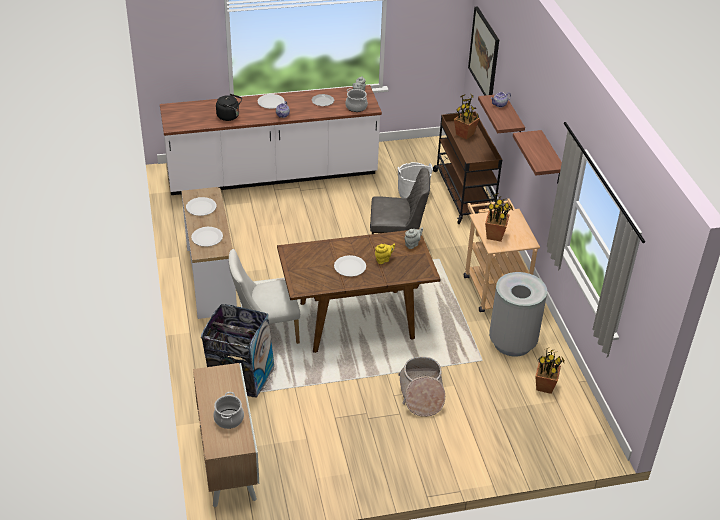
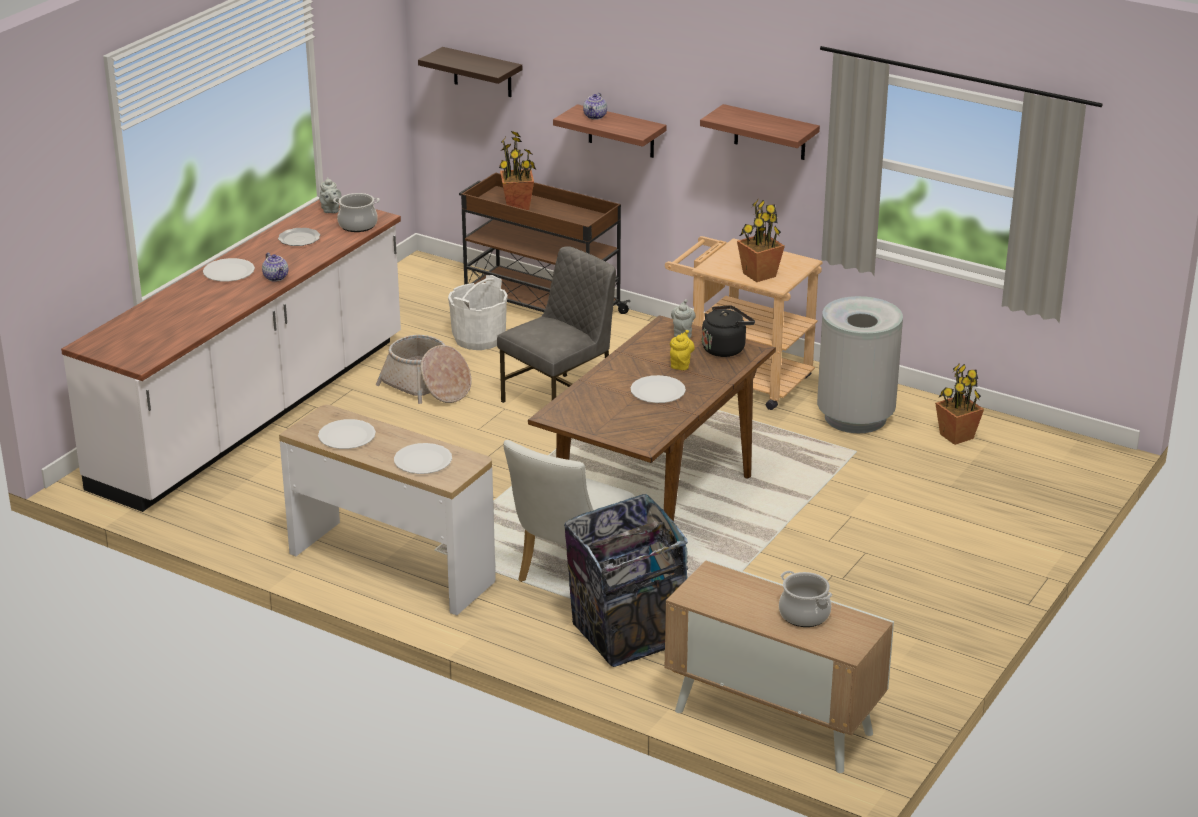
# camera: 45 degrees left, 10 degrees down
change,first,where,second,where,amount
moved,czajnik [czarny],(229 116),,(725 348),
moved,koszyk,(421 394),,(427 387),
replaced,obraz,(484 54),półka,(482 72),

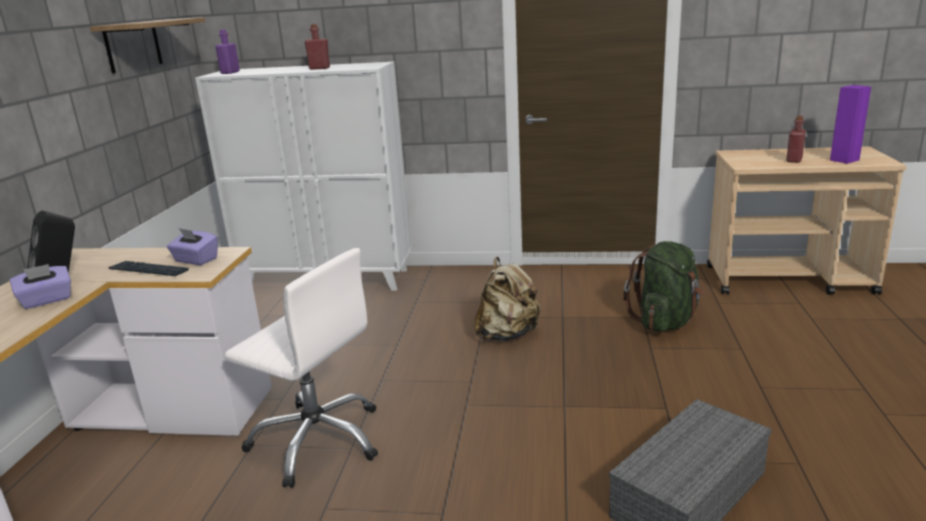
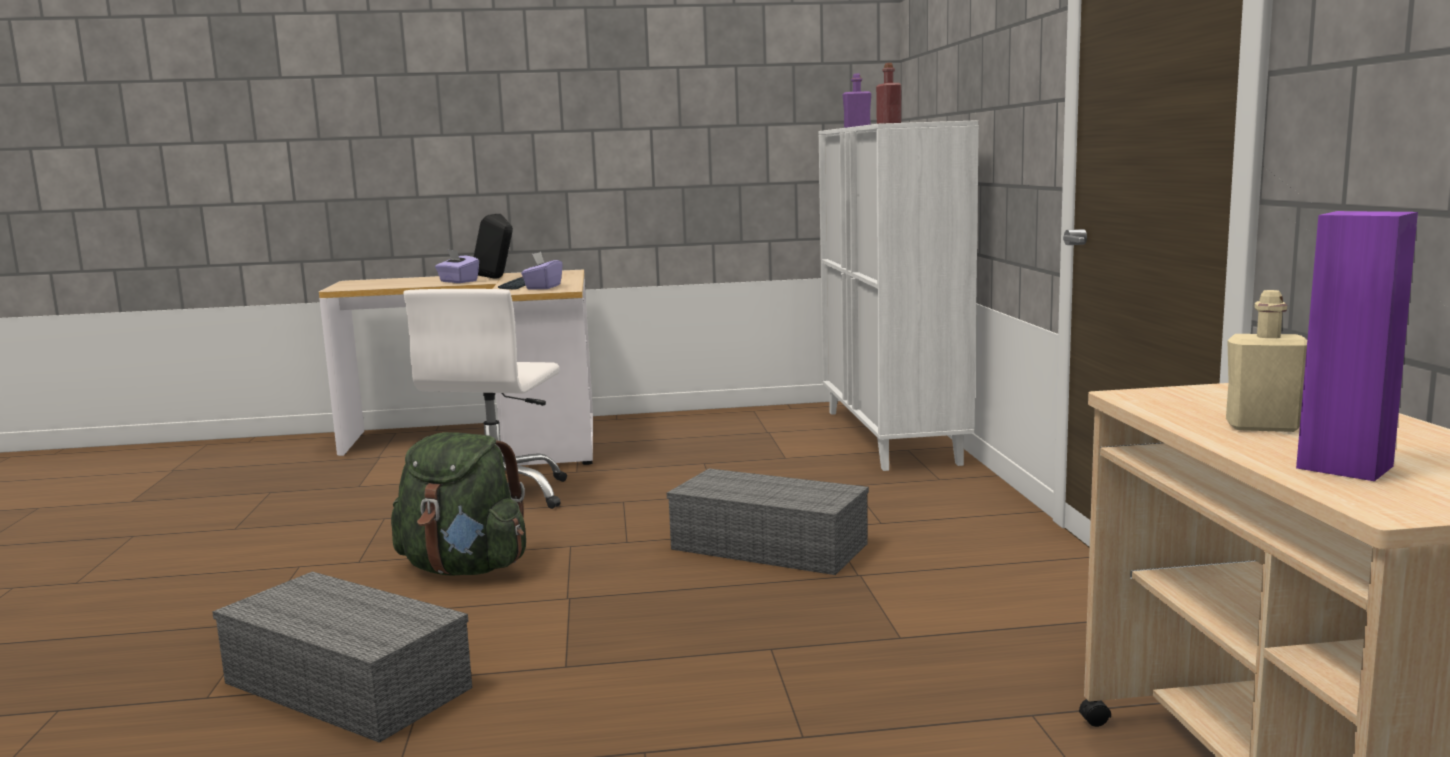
# camera: 75 degrees right, 10 degrees down
change,first,where,second,where,amount
removed,półka,(133 45),,,
replaced,plecak [beżowy],(507 335),pojemnik do przechowywania [szary],(772 546),
moved,plecak [zielony],(665 321),,(465 568),
recoloured,butelka [czerwony],(794 160),butelka [beżowy],(1262 427),

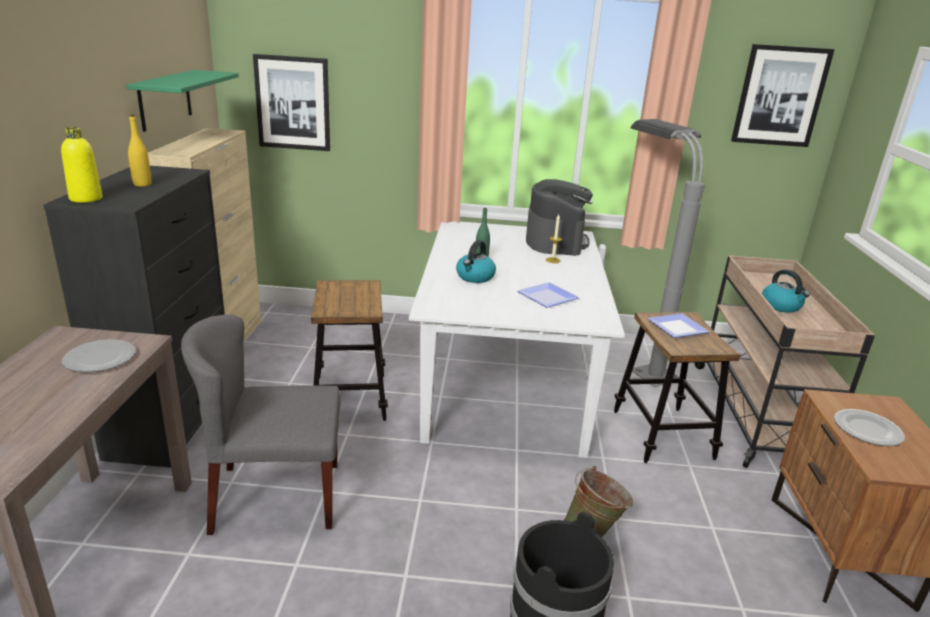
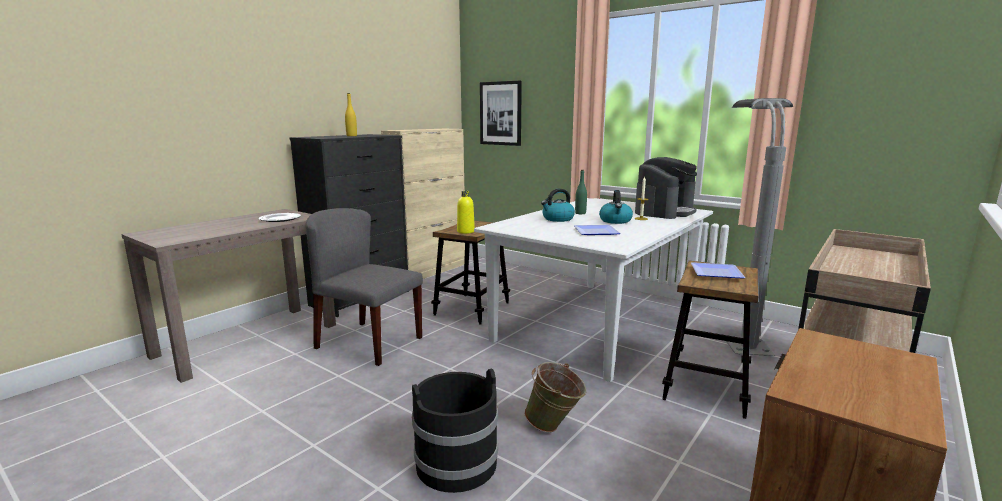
# camera: 35 degrees right, 10 degrees down
change,first,where,second,where,amount
moved,butelka [żółty],(86 199),,(465 231),
removed,półka [zielony],(165 99),,,
removed,obraz,(780 96),,,
moved,czajnik,(781 306),,(615 221),
removed,talerz,(867 429),,,

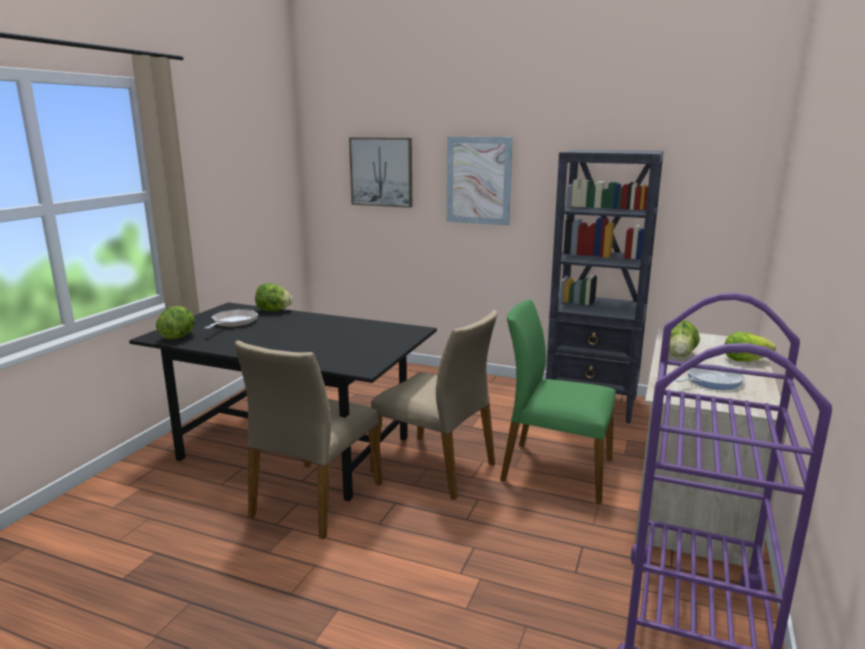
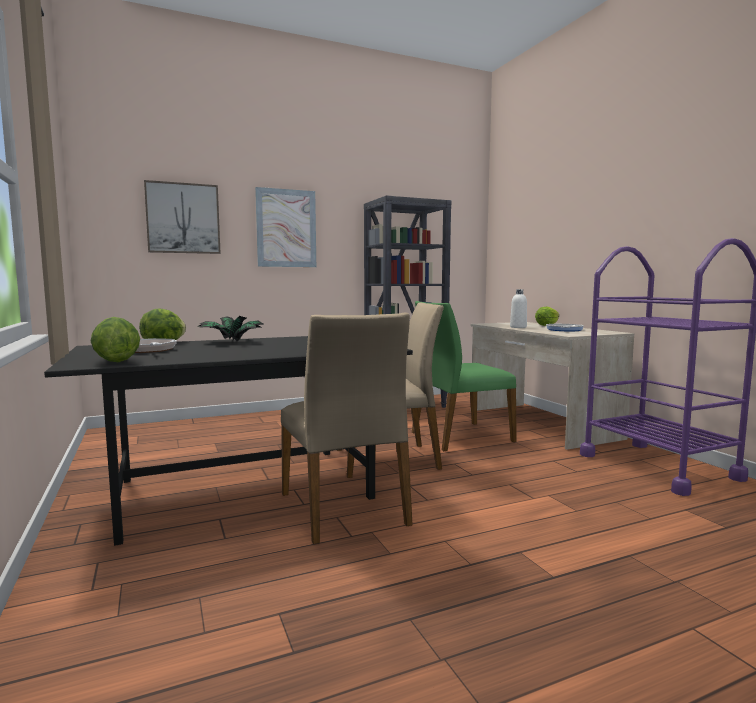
# camera: 45 degrees left, 10 degrees down
change,first,where,second,where,amount
replaced,sałata,(679 355),butelka [biały],(518 327),
added,,,roślina doniczkowa,(231 342),

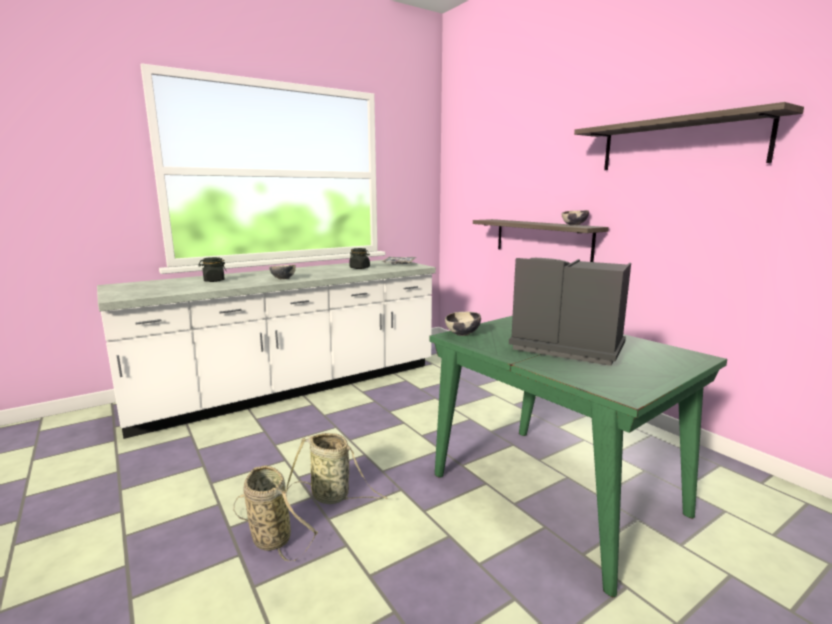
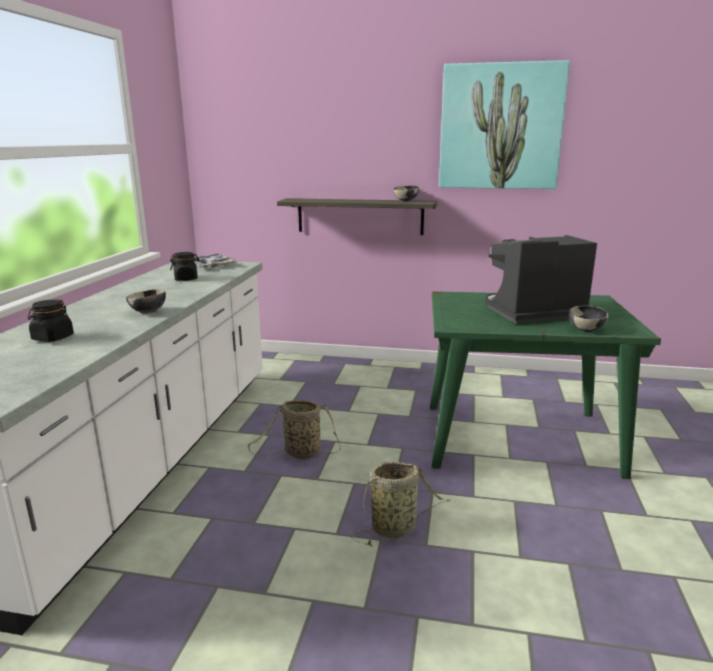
# camera: 45 degrees left, 5 degrees up
change,first,where,second,where,amount
moved,koszyk,(269 537),,(300 453),
moved,miska,(462 334),,(586 330),
replaced,półka,(679 144),obraz,(500 127),

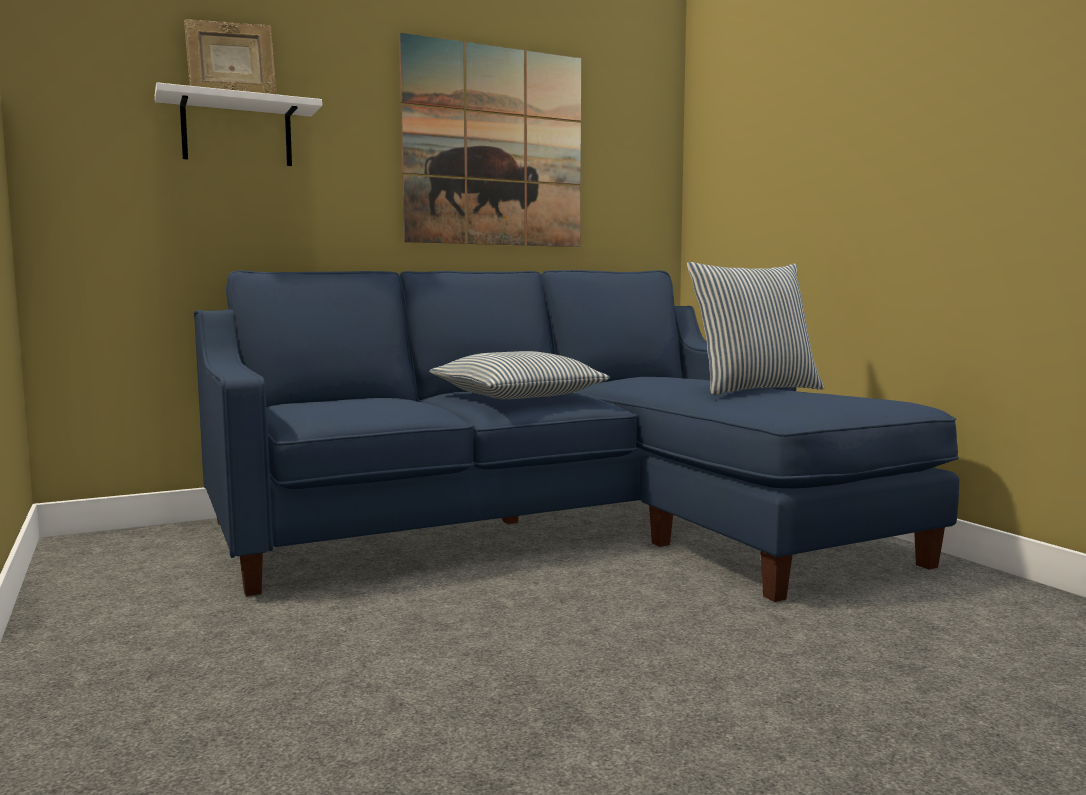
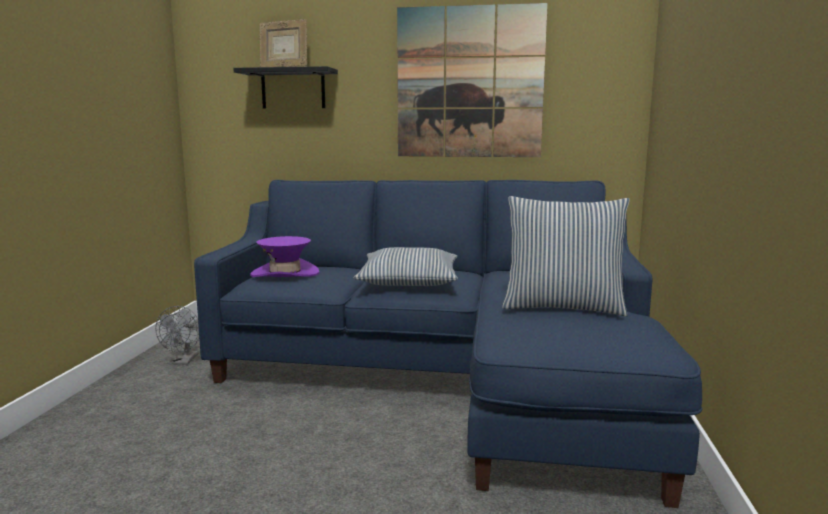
# camera: 35 degrees right, 5 degrees up
change,first,where,second,where,amount
recoloured,półka [biały],(237 132),półka [czarny],(293 89),
added,,,wentylator [szary],(184 361),
added,,,kapelusz [fioletowy],(285 273),

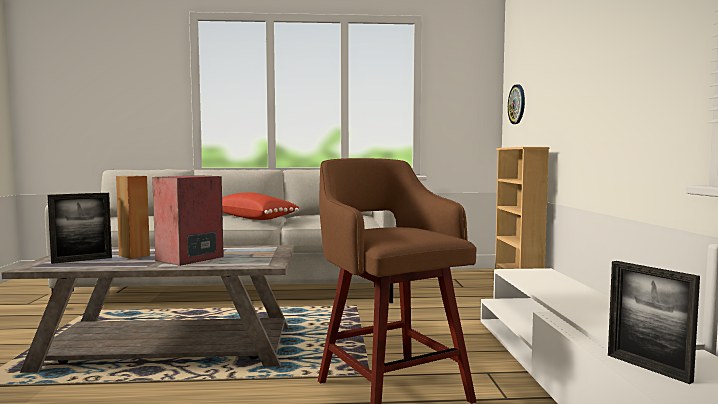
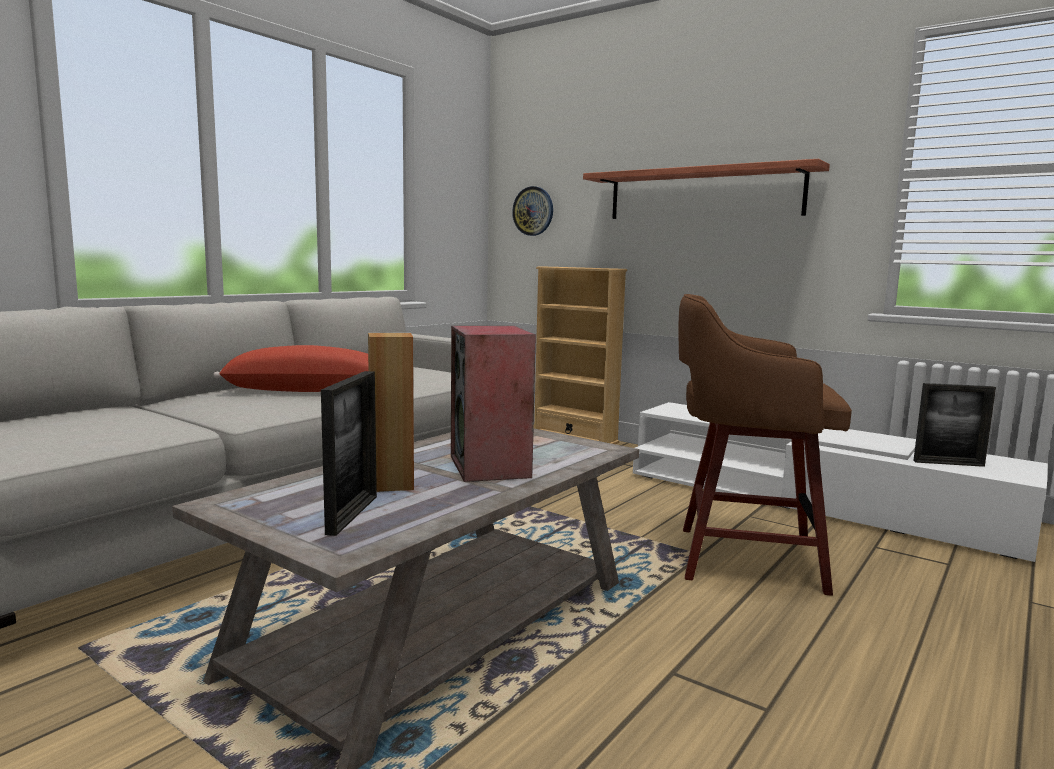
# camera: 50 degrees left, 5 degrees up
change,first,where,second,where,amount
added,,,półka,(702 194),

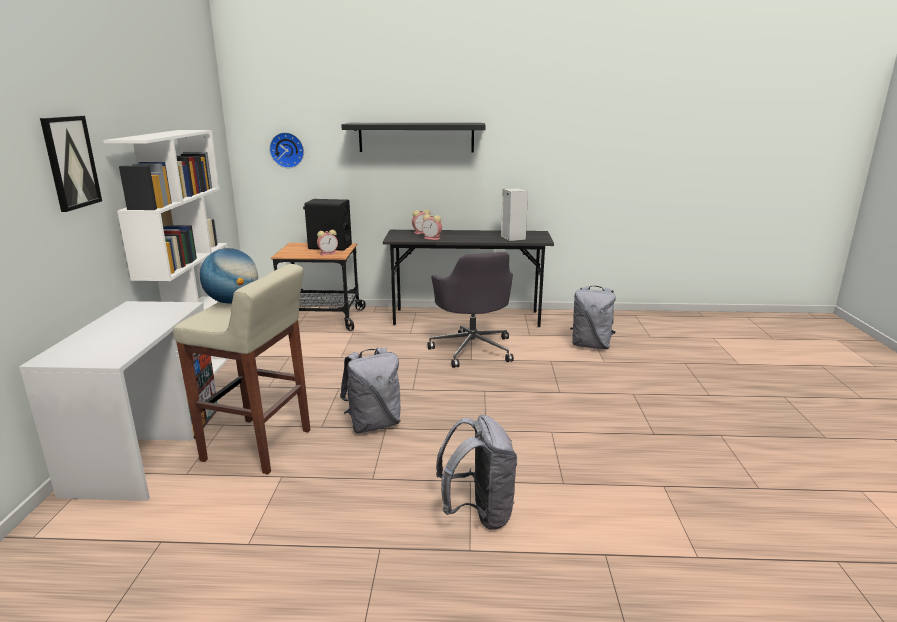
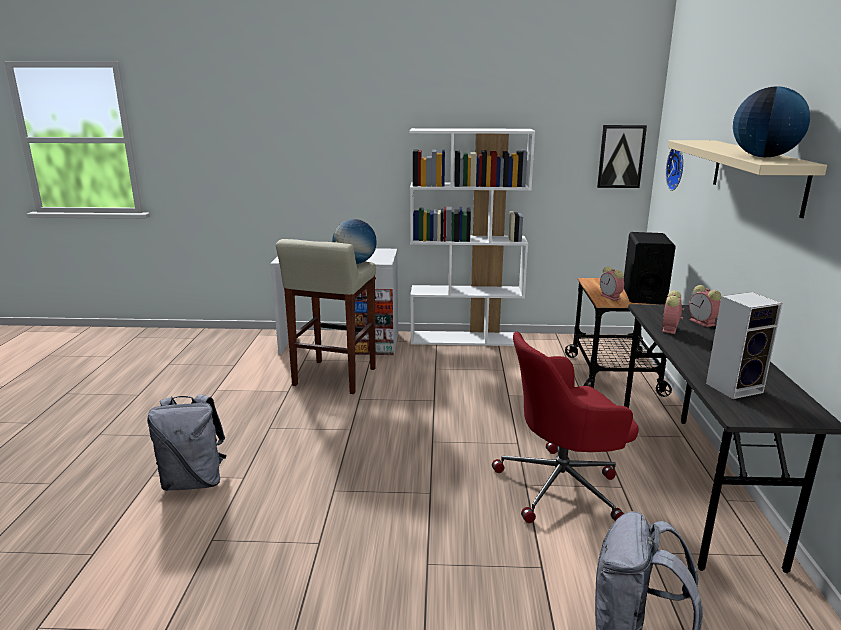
# camera: 90 degrees right, 0 degrees up
change,first,where,second,where,amount
moved,obraz,(70 162),,(621 156),
removed,plecak [szary],(373 424),,,
recoloured,półka [czarny],(416 137),półka [beżowy],(757 174),
recoloured,krzesło biurowe [szary],(472 349),krzesło biurowe [czerwony],(562 486),
added,,,globus,(763 157),

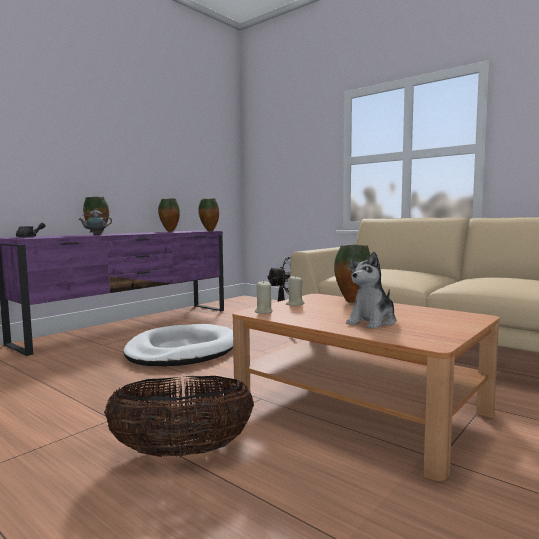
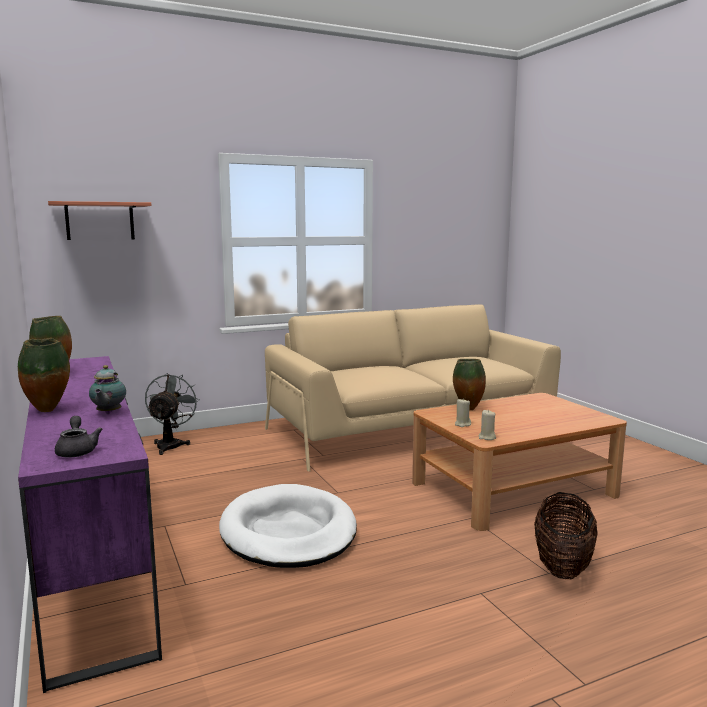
# camera: 65 degrees left, 5 degrees up
change,first,where,second,where,amount
removed,wazon,(209 231),,,
removed,pluszak,(372 322),,,
added,,,półka,(100 221),

